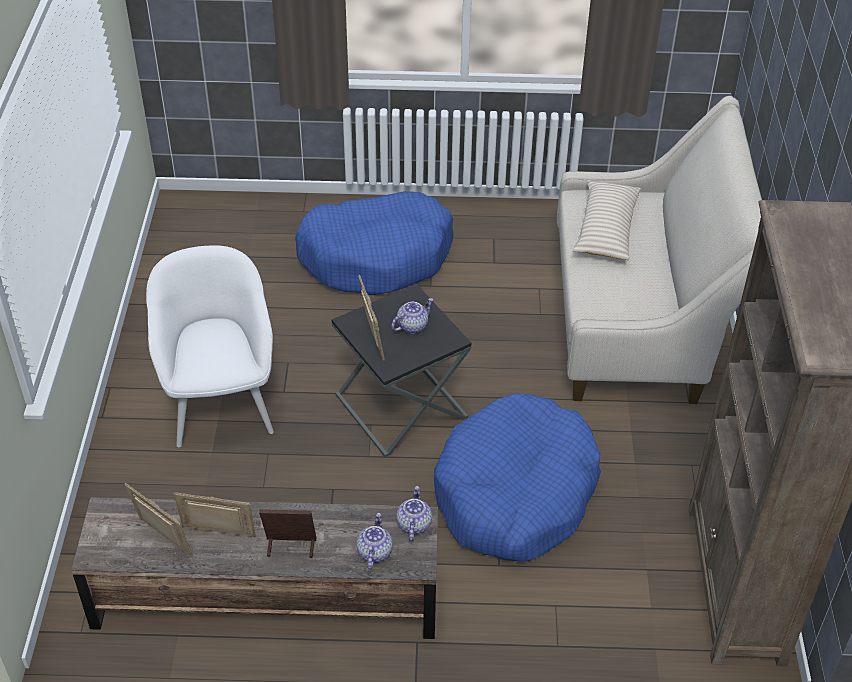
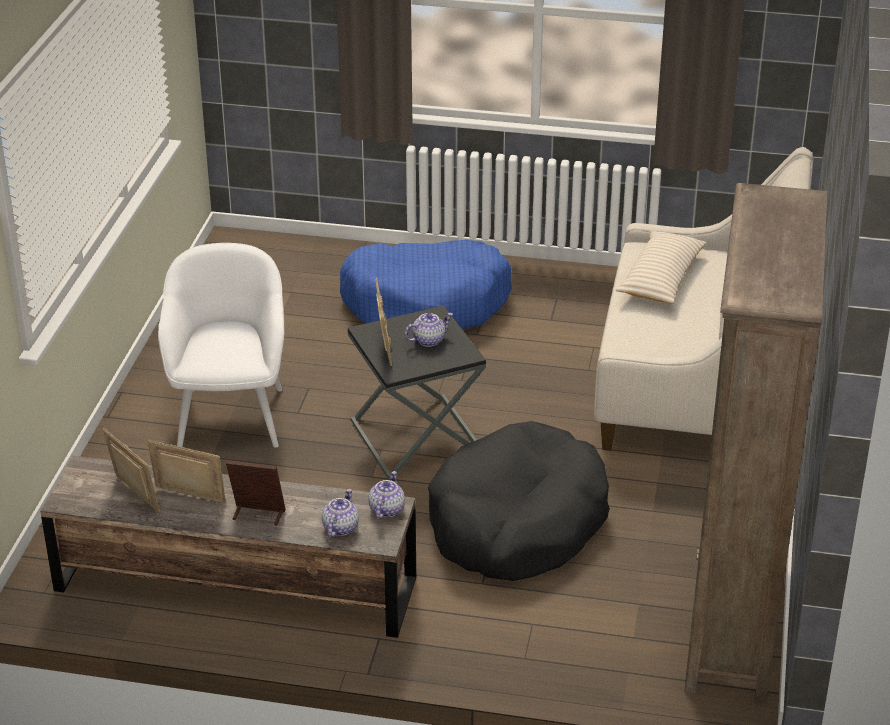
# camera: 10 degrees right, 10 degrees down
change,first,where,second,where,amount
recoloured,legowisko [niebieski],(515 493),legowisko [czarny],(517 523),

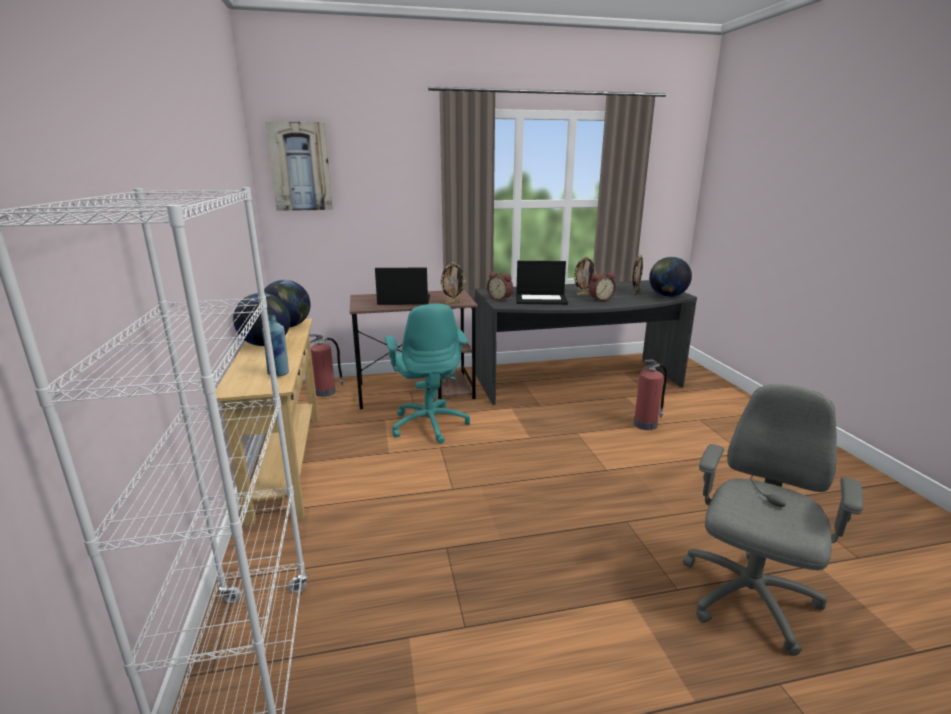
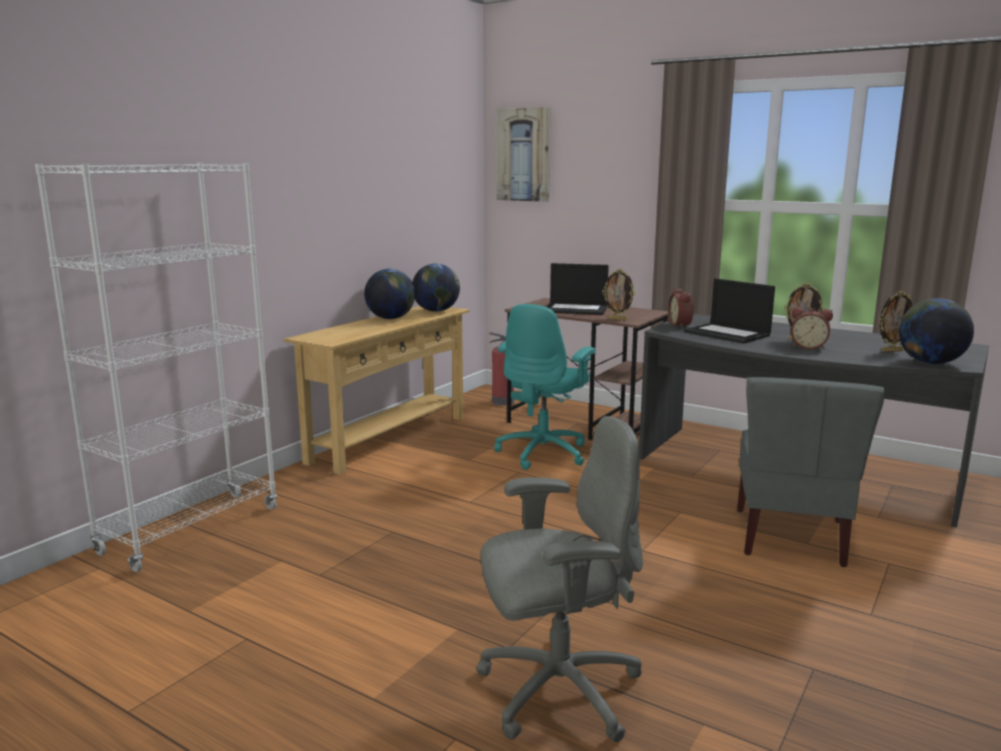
# camera: 45 degrees right, 5 degrees down
change,first,where,second,where,amount
removed,butelka [niebieski],(279 373),,,
turned,laptop,(403 300),,(576 309),150 degrees clockwise
replaced,gaśnica,(646 424),krzesło [szary],(791 538),

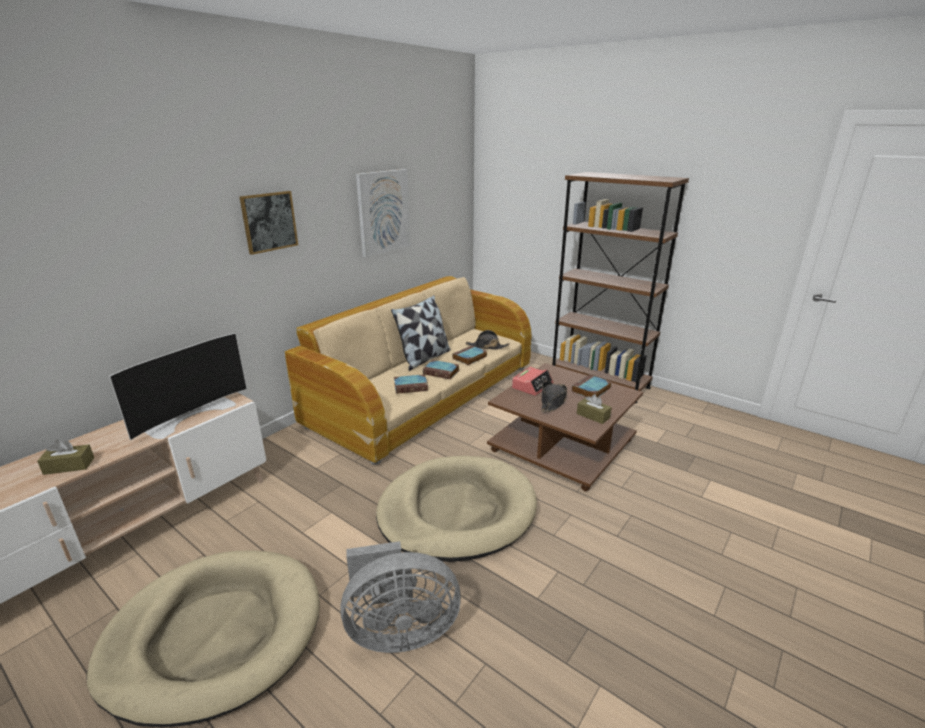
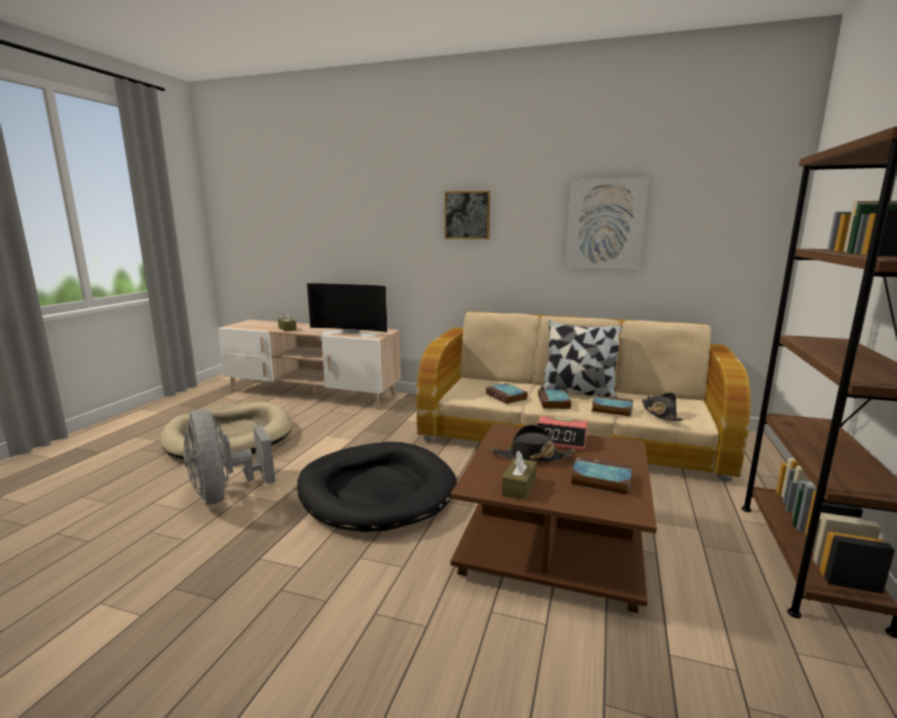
# camera: 70 degrees right, 10 degrees down
change,first,where,second,where,amount
recoloured,legowisko [beżowy],(457 511),legowisko [czarny],(376 491),

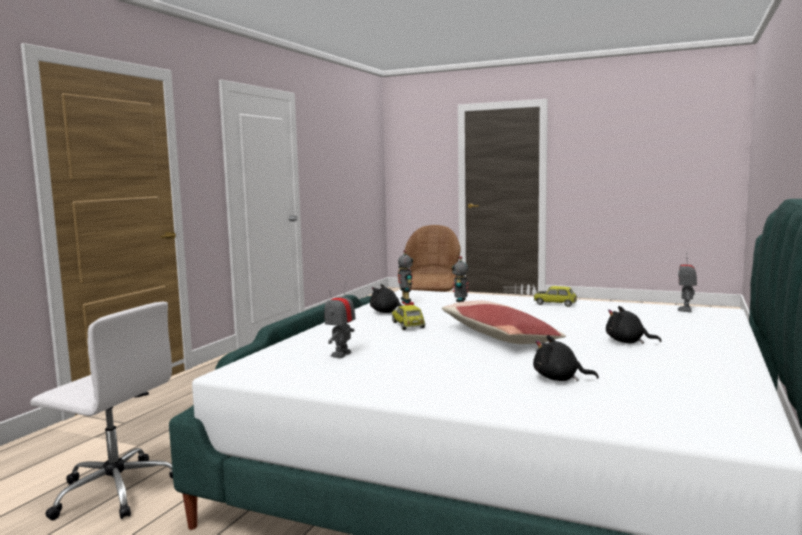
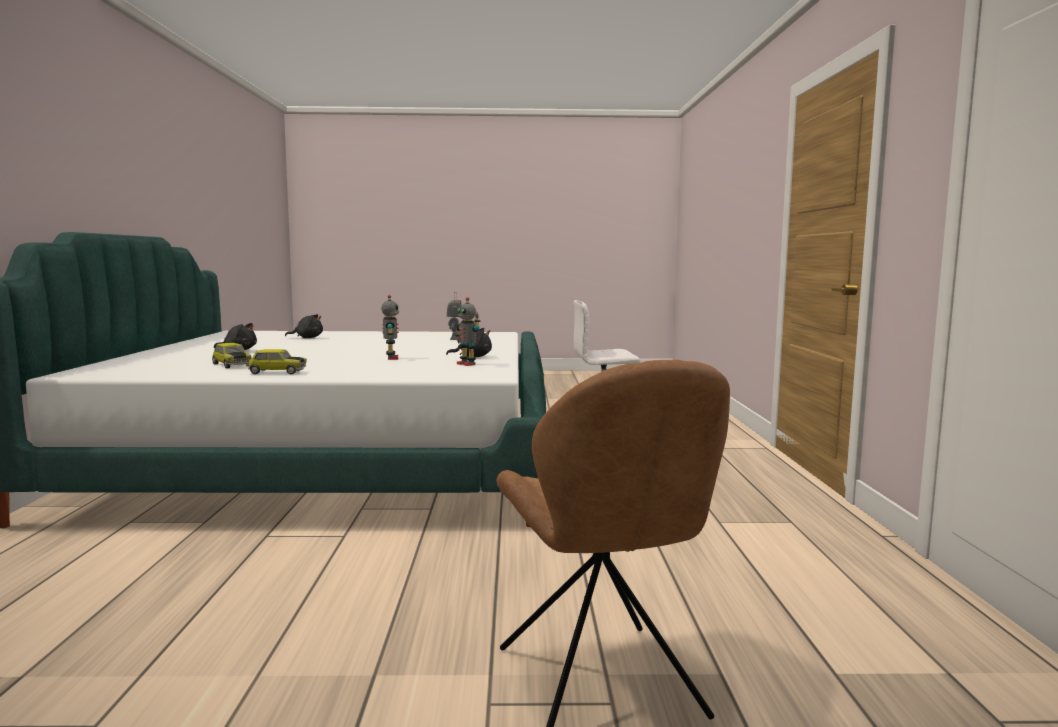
# camera: 155 degrees right, 0 degrees up
change,first,where,second,where,amount
moved,samochodzik,(408 325),,(231 365),
removed,poduszka,(498 337),,,
removed,robot zabawkowy,(685 310),,,

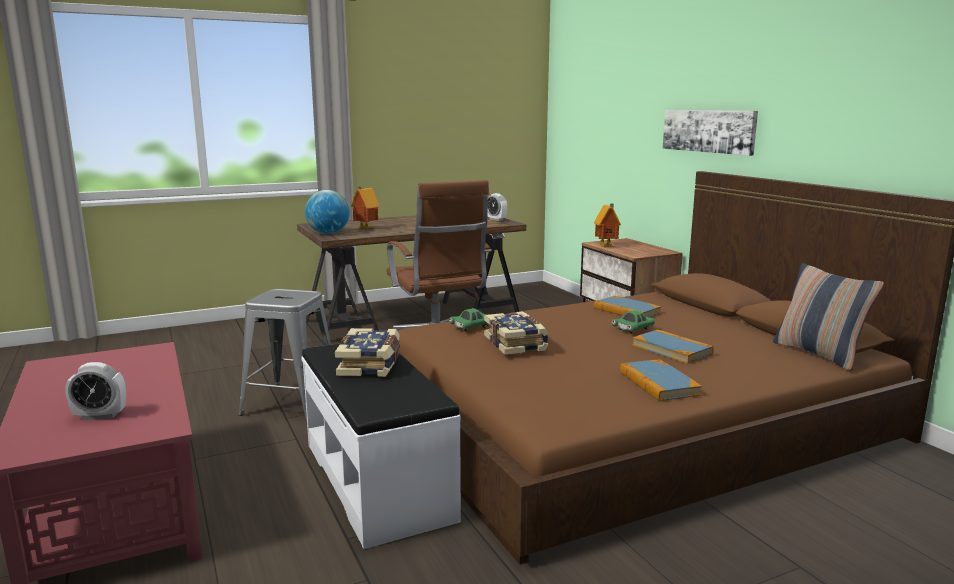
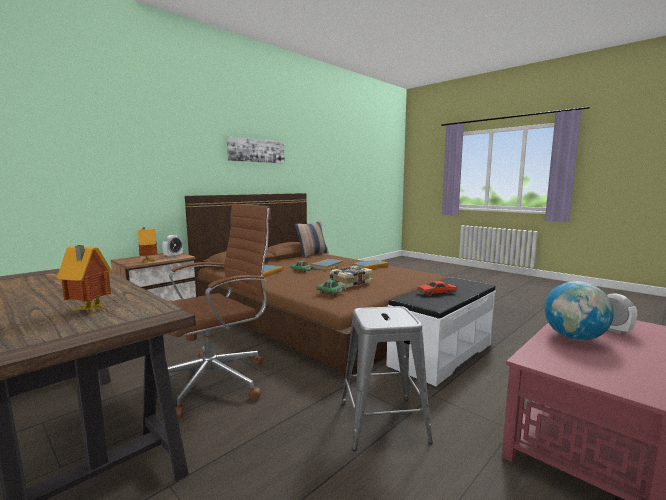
# camera: 110 degrees left, 5 degrees down
change,first,where,second,where,amount
moved,globus,(328 233),,(574 338),
replaced,książka,(371 365),samochodzik [czerwony],(437 293),
moved,budzik,(496 219),,(173 256),
moved,obraz,(708 131),,(256 150),

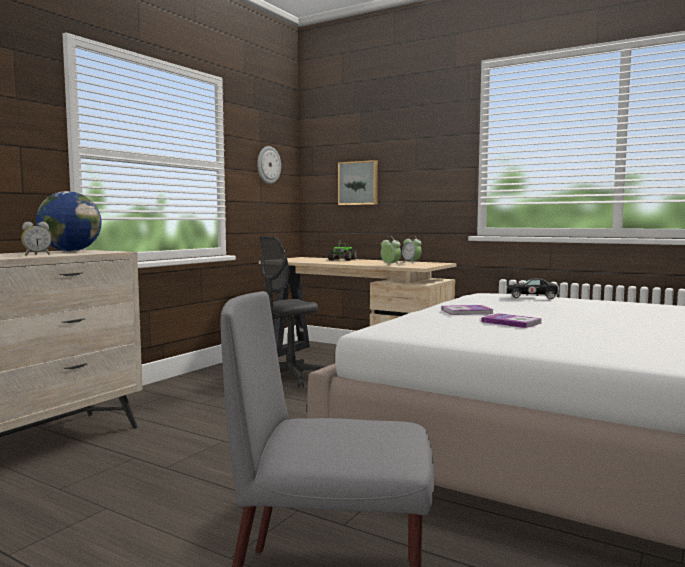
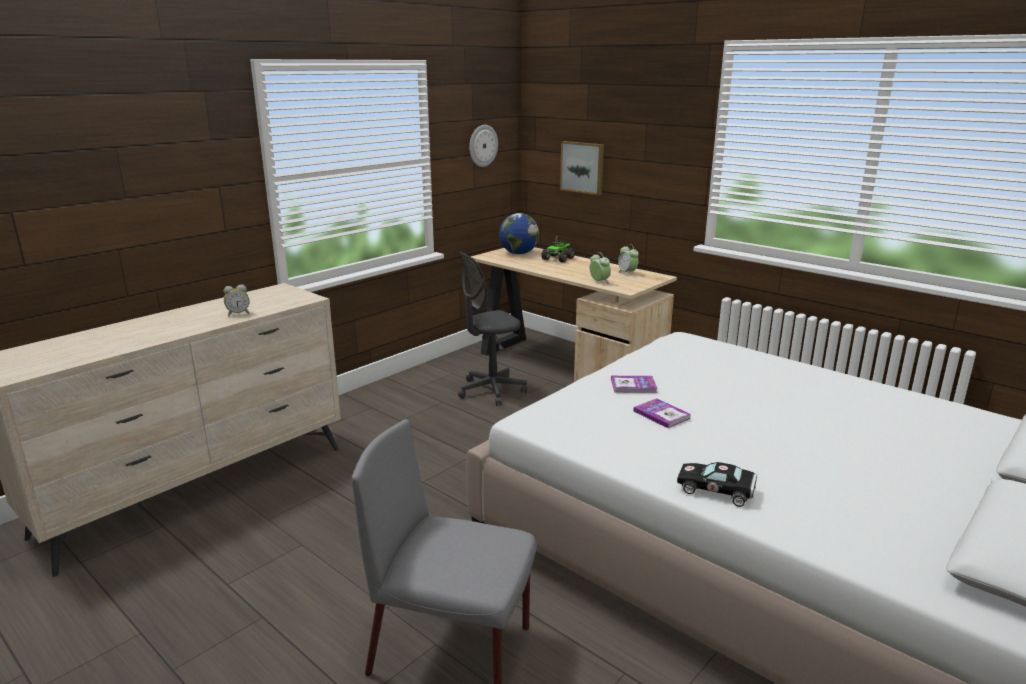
# camera: 10 degrees right, 15 degrees up
change,first,where,second,where,amount
moved,globus,(70 251),,(518 253),
moved,samochodzik [czarny],(534 297),,(719 491),

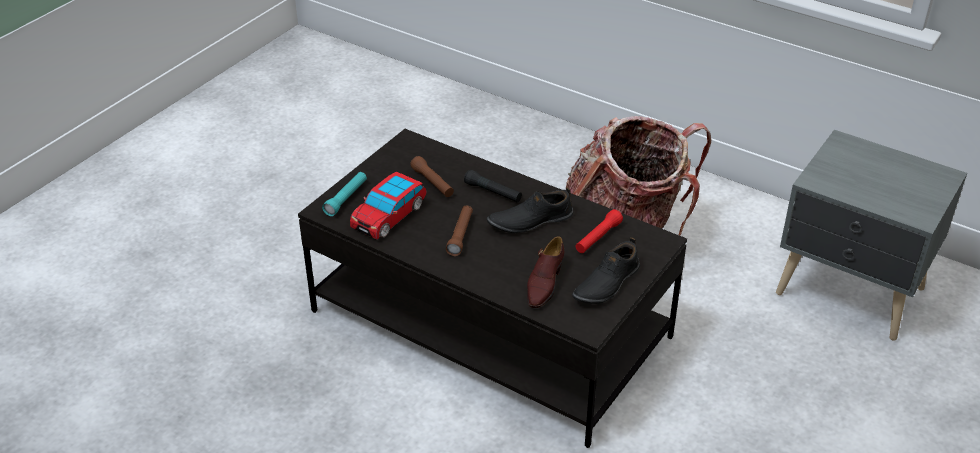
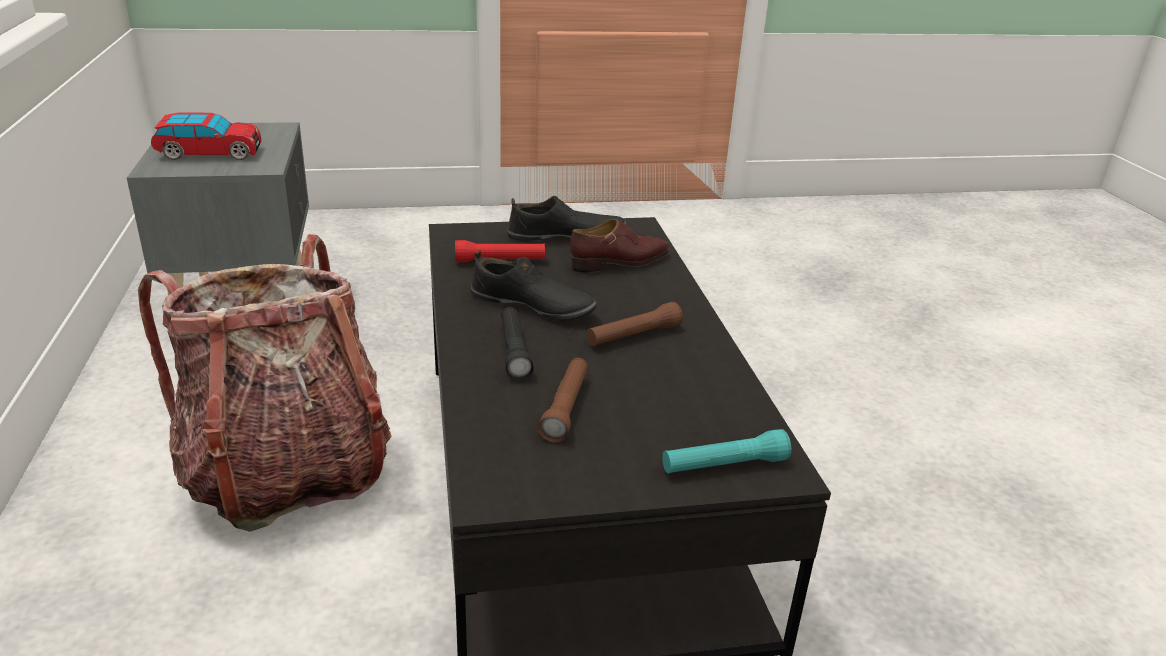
# camera: 135 degrees left, 10 degrees down
change,first,where,second,where,amount
moved,samochodzik,(389 216),,(209 153),

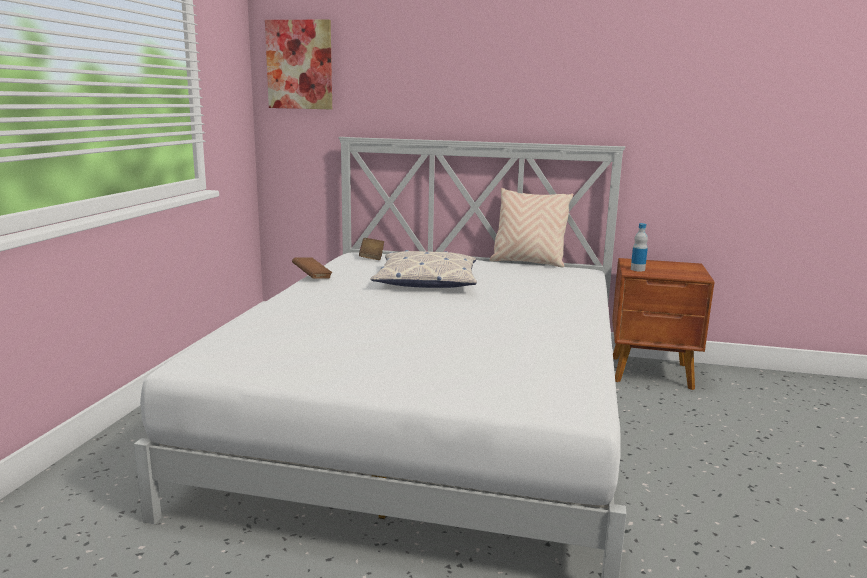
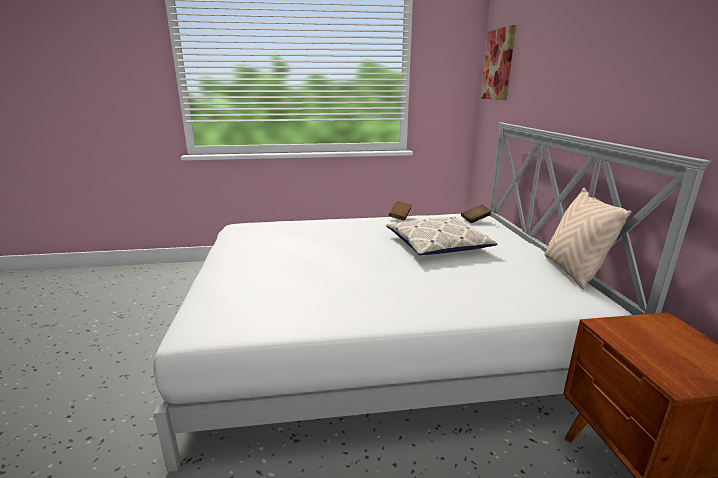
# camera: 70 degrees right, 5 degrees up
change,first,where,second,where,amount
removed,butelka,(637 269),,,

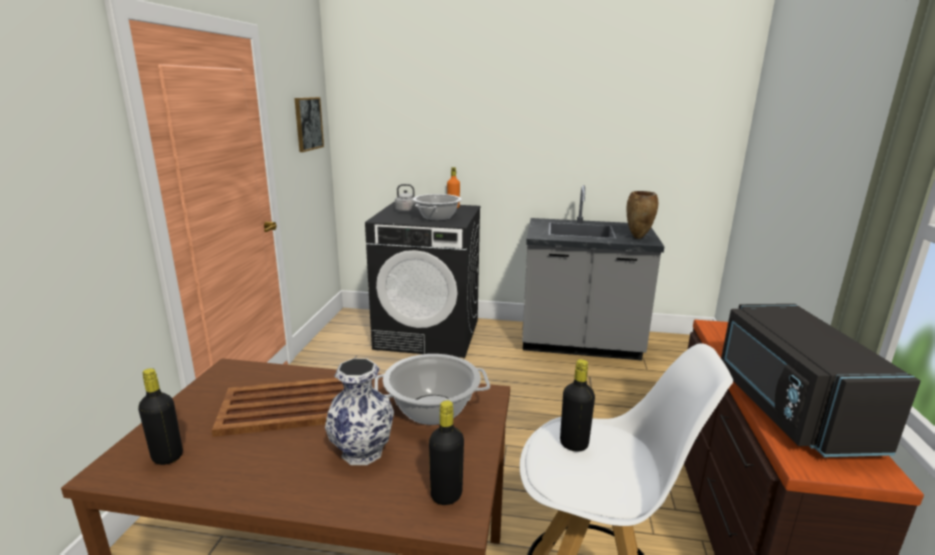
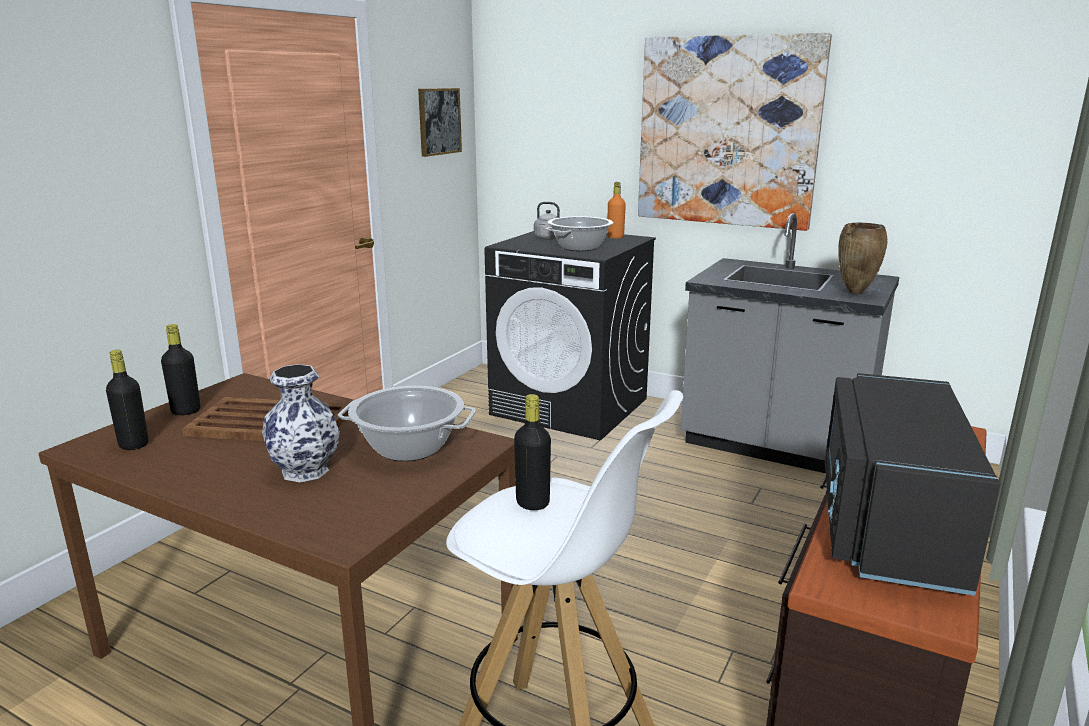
# camera: 20 degrees right, 0 degrees up
change,first,where,second,where,amount
moved,butelka [czarny],(446 495),,(186 411),
added,,,obraz,(727 132),

